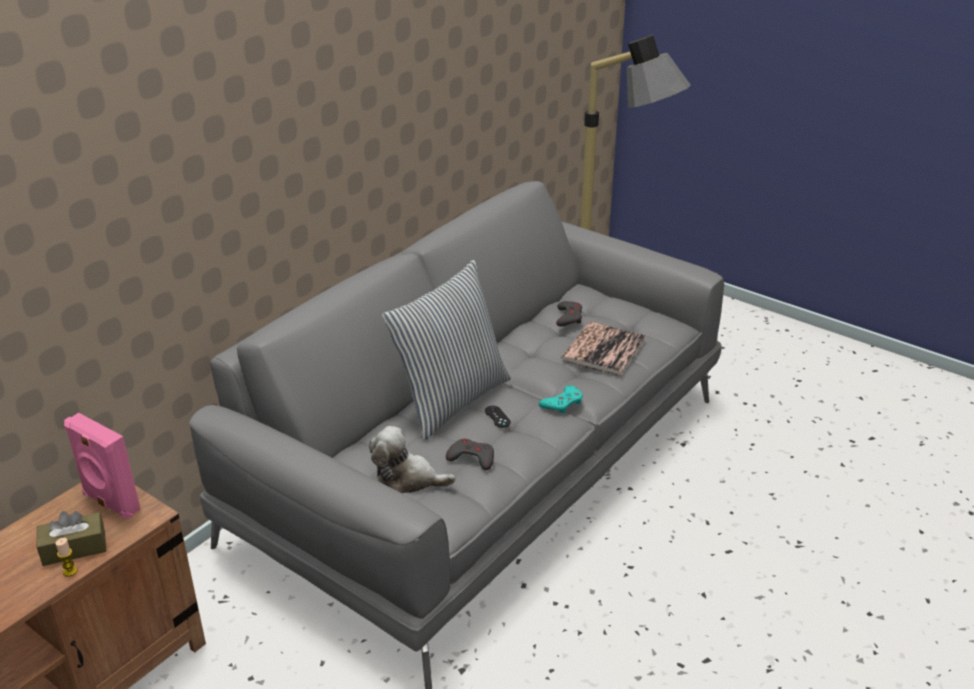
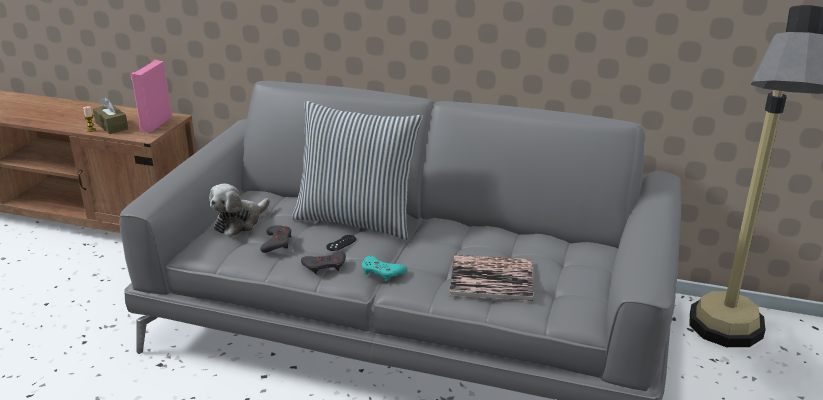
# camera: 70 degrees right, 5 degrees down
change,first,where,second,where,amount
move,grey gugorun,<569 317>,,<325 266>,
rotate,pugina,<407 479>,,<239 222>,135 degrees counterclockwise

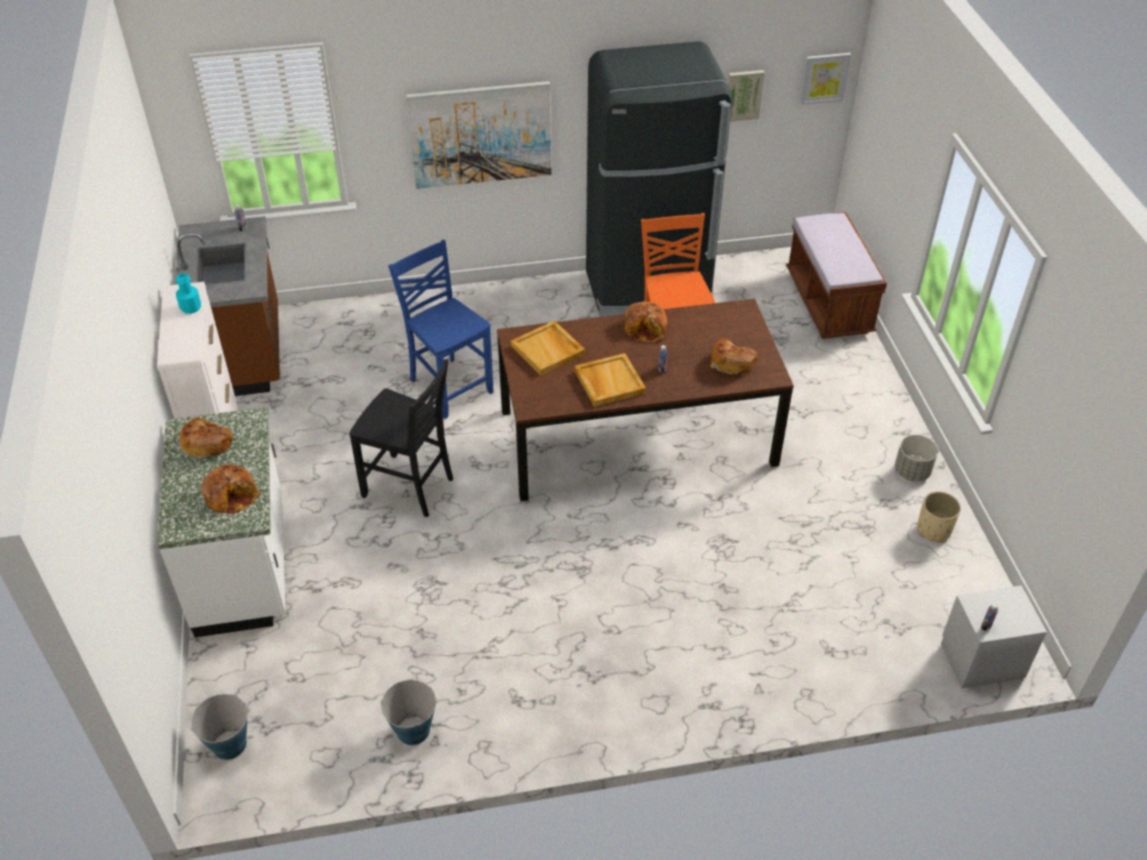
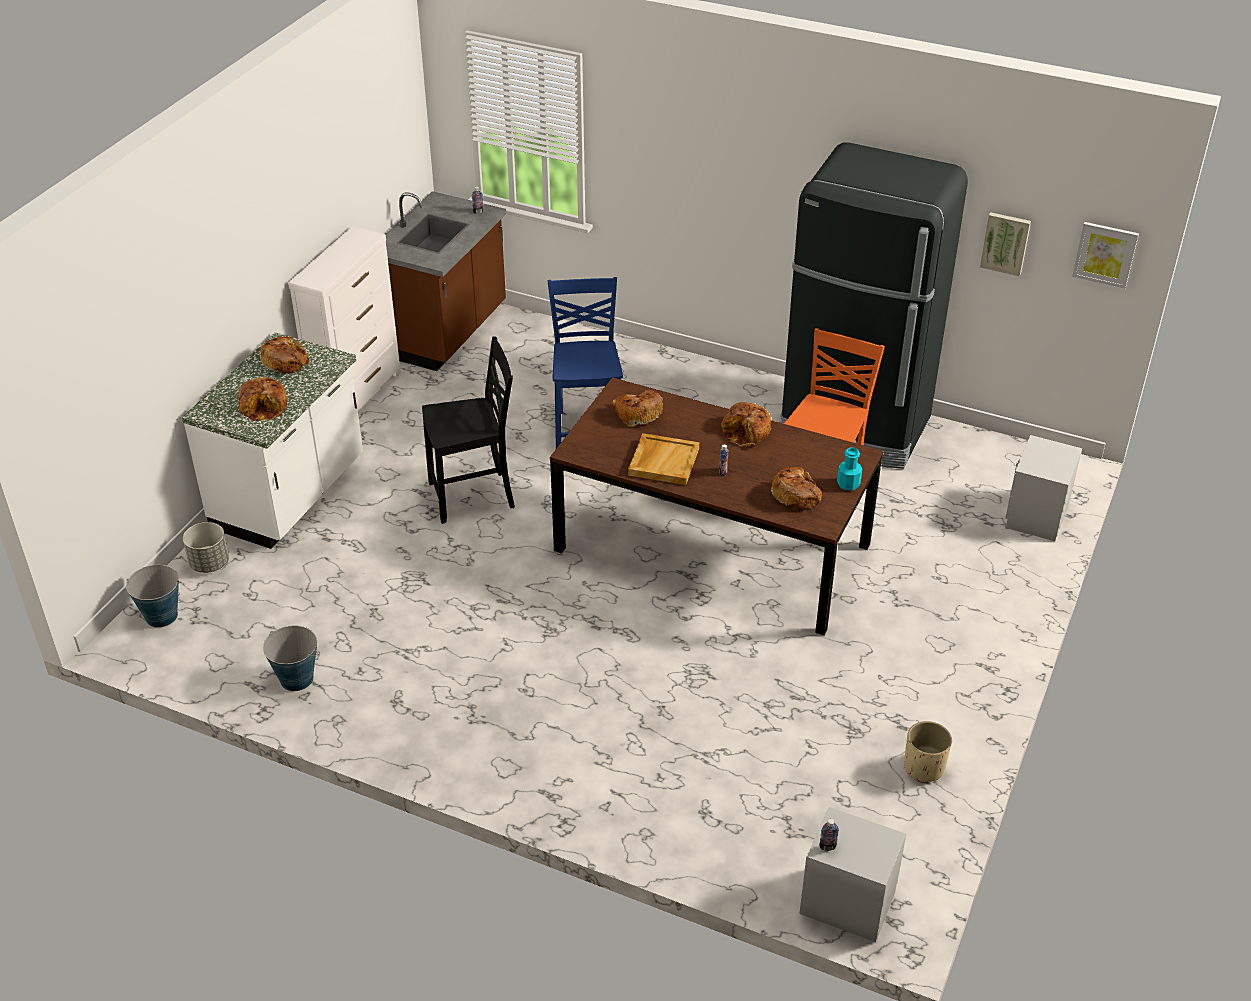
# camera: 35 degrees right, 5 degrees down
change,first,where,second,where,amount
delete,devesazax,<481 134>,,,
replace,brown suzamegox,<828 303>,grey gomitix,<1036 515>,
move,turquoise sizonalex,<191 307>,,<848 484>,
replace,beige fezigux,<548 350>,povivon,<638 413>,
rotate,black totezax,<410 487>,,<474 496>,75 degrees counterclockwise
move,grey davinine,<912 472>,,<210 563>,

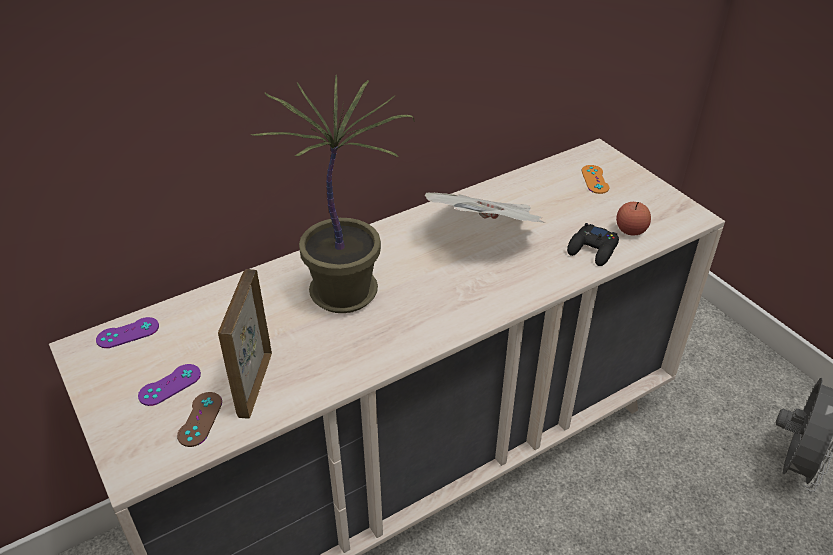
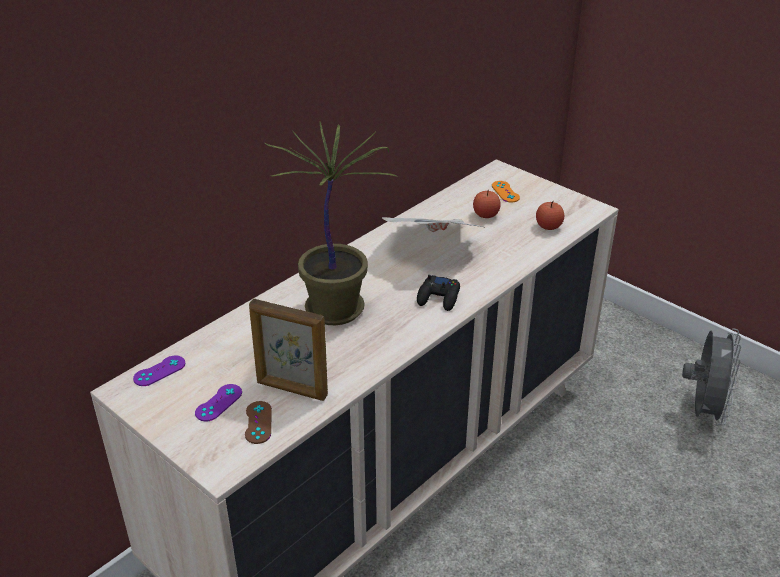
# camera: 15 degrees left, 5 degrees down
change,first,where,second,where,amount
move,black gugorun,<593 250>,,<439 298>,
rotate,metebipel,<254 384>,,<291 389>,60 degrees counterclockwise
insert,,,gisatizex,<486 215>,

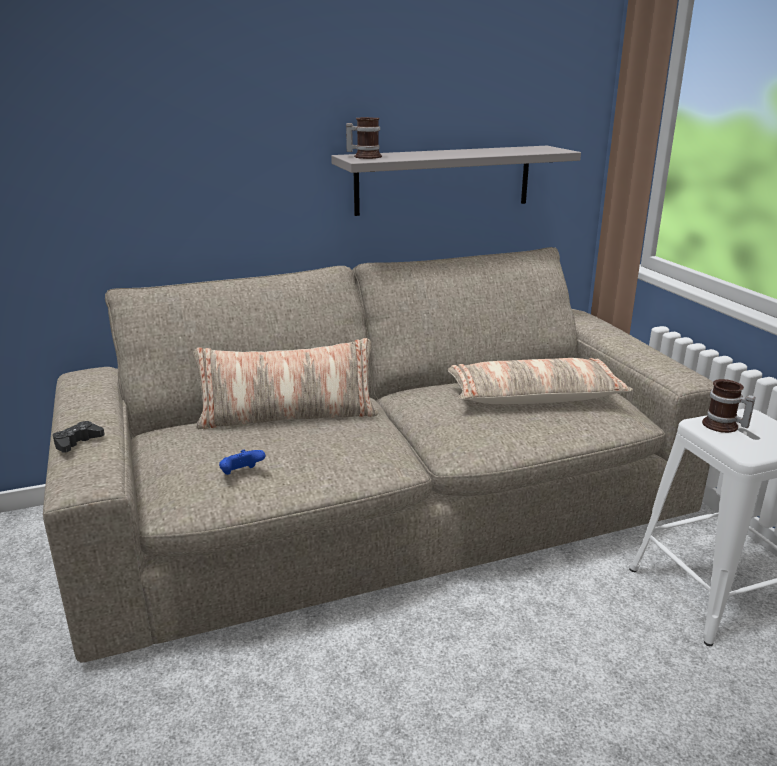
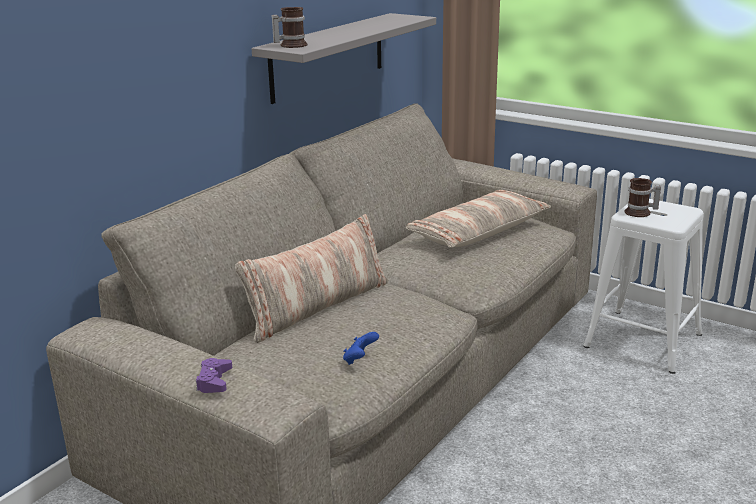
# camera: 35 degrees left, 0 degrees up
change,first,where,second,where,amount
recolor,black gugorun,<77 442>,purple gugorun,<214 381>,

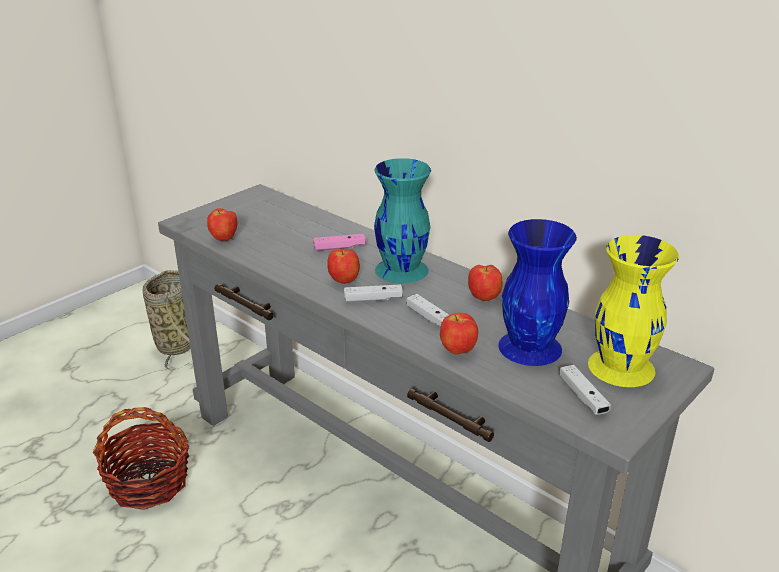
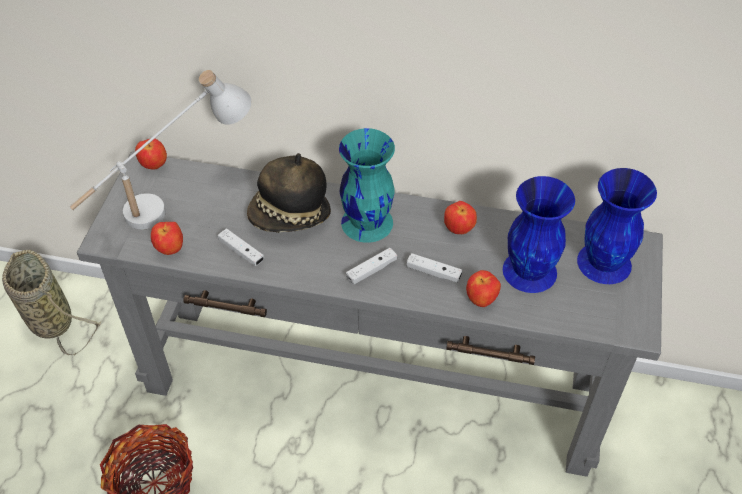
# camera: 30 degrees left, 20 degrees up
change,first,where,second,where,amount
replace,pink gugorun,<339 247>,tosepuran,<290 215>,
recolor,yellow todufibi,<622 367>,blue todufibi,<605 263>,
move,gisatizex,<344 281>,,<154 165>,
move,white gugorun,<582 396>,,<241 252>,
insert,,,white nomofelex,<173 201>,

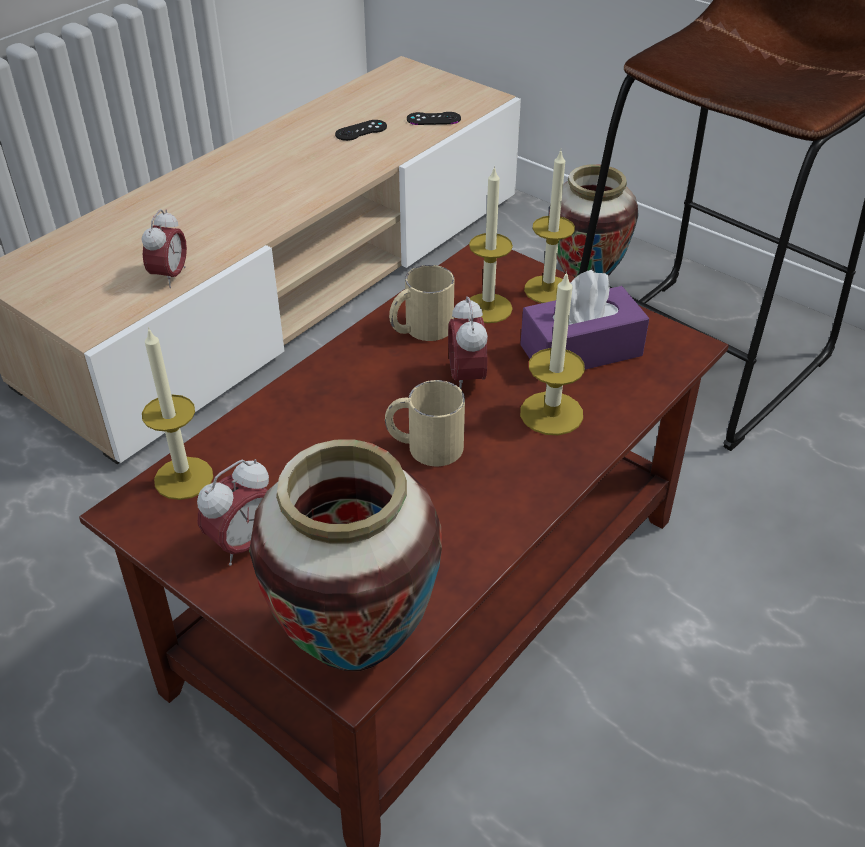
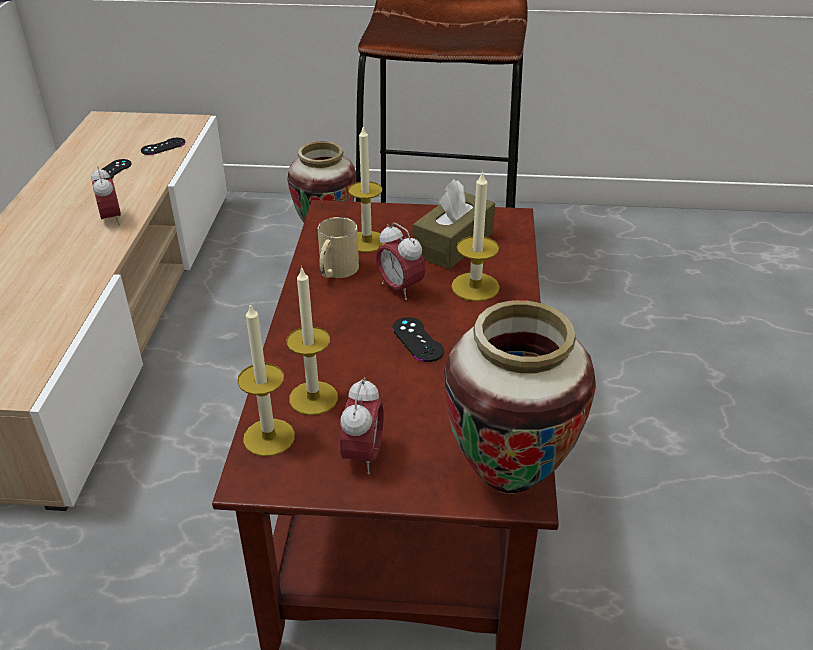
# camera: 35 degrees left, 5 degrees down
change,first,where,second,where,amount
move,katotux,<547 290>,,<313 398>,
move,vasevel,<170 276>,,<111 219>,
recolor,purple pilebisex,<581 350>,brown pilebisex,<453 244>,
replace,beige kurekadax,<424 446>,black gugorun,<417 340>,

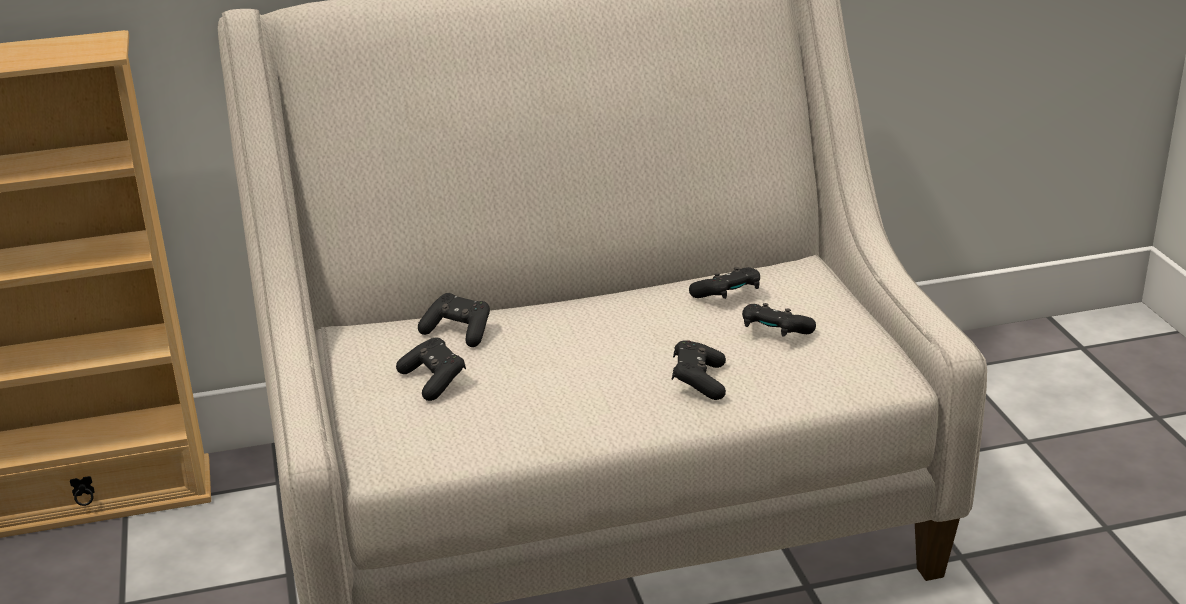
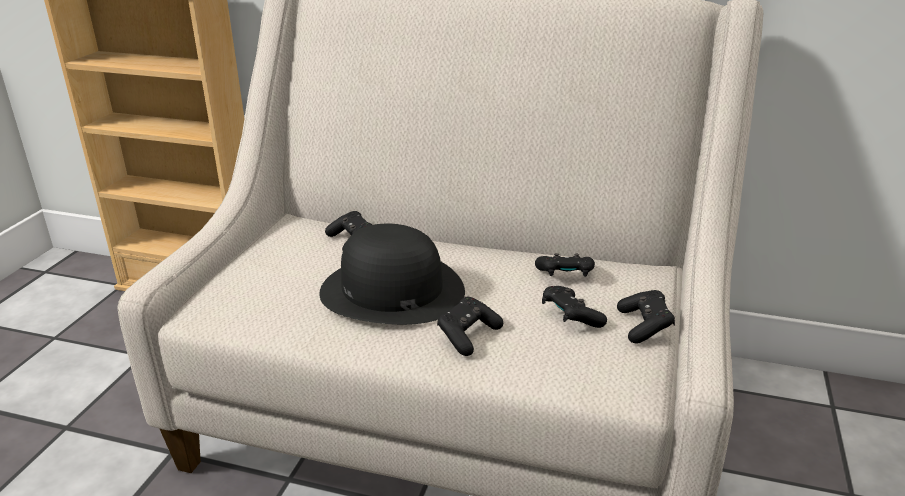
# camera: 30 degrees right, 0 degrees up
change,first,where,second,where,amount
move,black gugorun,<434 380>,,<644 326>,
insert,,,black tosepuran,<391 290>,

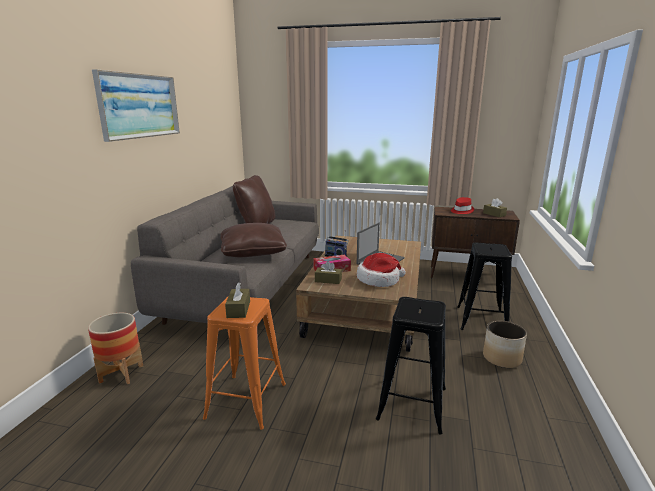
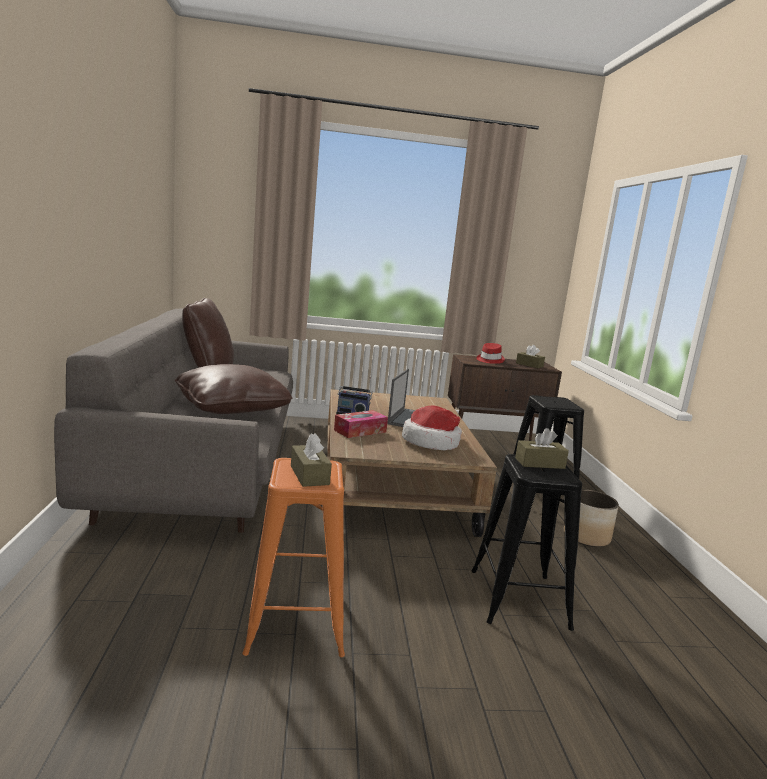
# camera: 20 degrees left, 5 degrees down
change,first,where,second,where,amount
delete,devesazax,<139 106>,,,
move,brown pilebisex,<328 280>,,<539 463>,
delete,davinine,<121 374>,,,

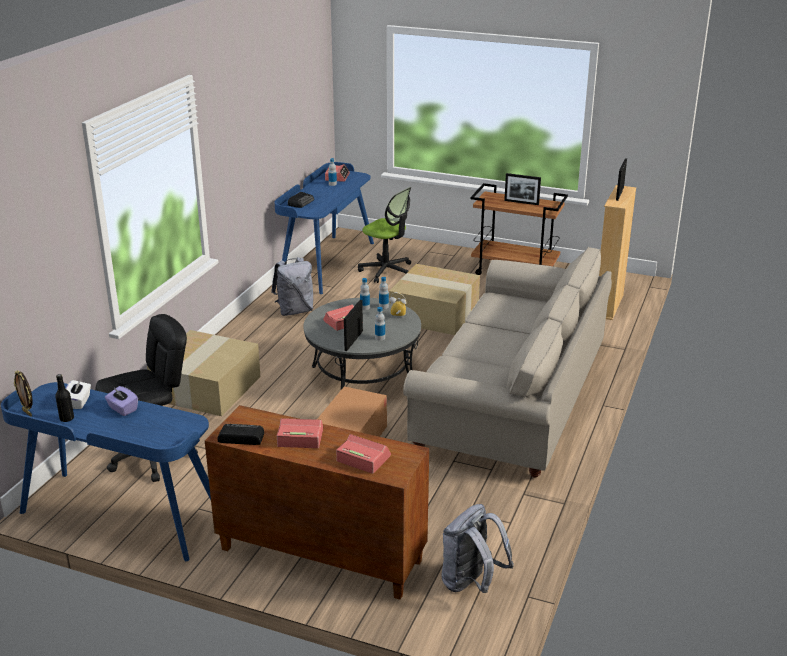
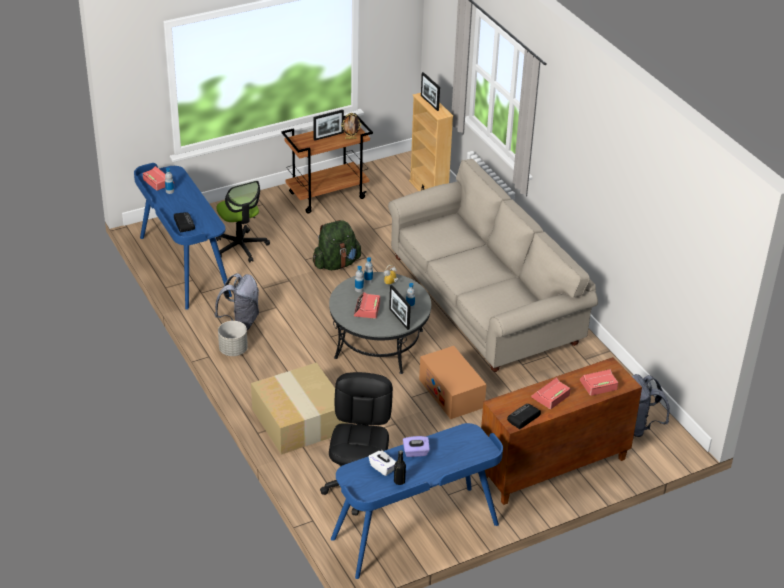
# camera: 50 degrees left, 10 degrees up
change,first,where,second,where,amount
rotate,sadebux,<387 271>,,<240 247>,75 degrees clockwise
replace,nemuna,<436 313>,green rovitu,<336 264>,
move,metebipel,<28 413>,,<351 138>,
insert,,,grey davinine,<233 350>,

